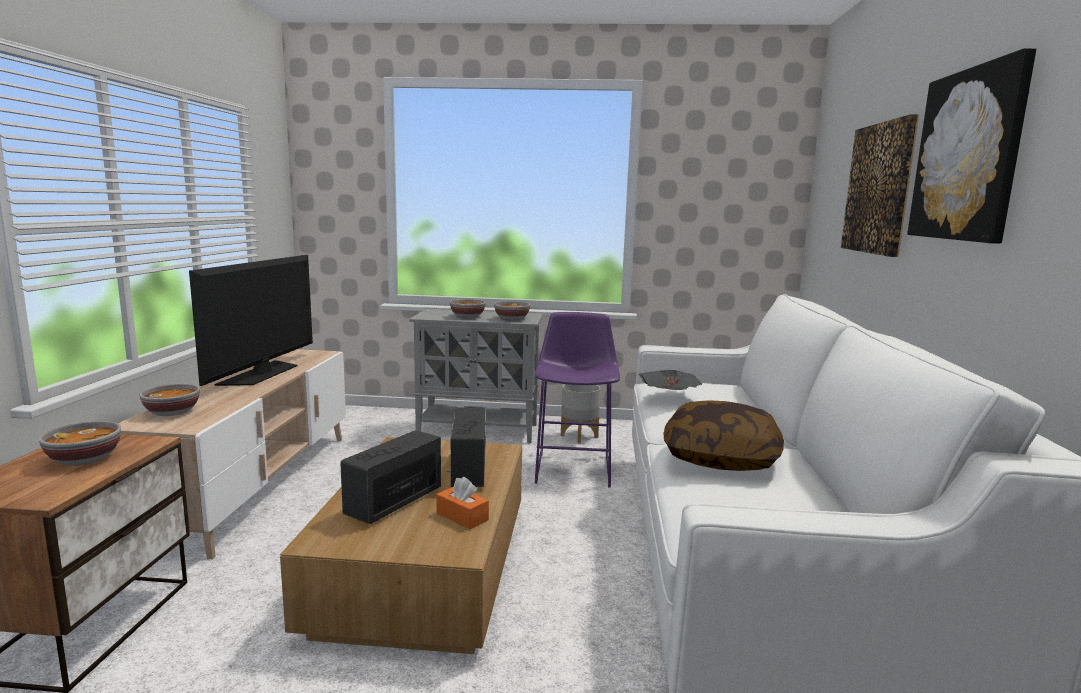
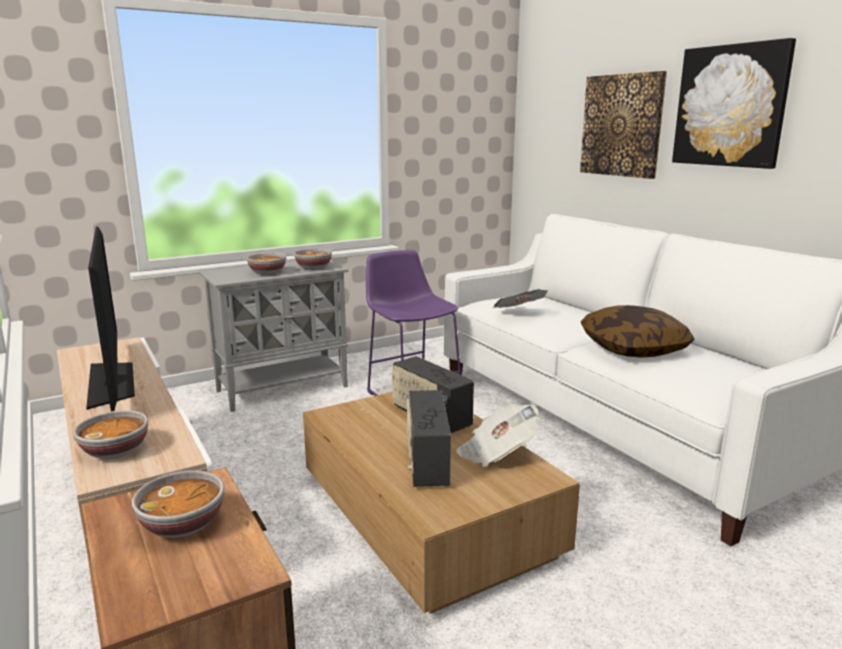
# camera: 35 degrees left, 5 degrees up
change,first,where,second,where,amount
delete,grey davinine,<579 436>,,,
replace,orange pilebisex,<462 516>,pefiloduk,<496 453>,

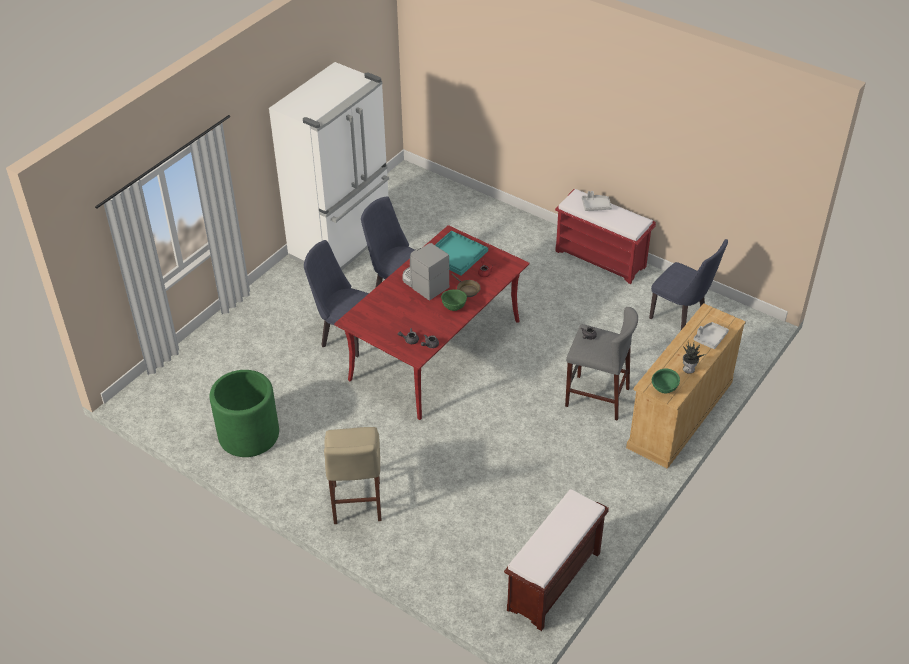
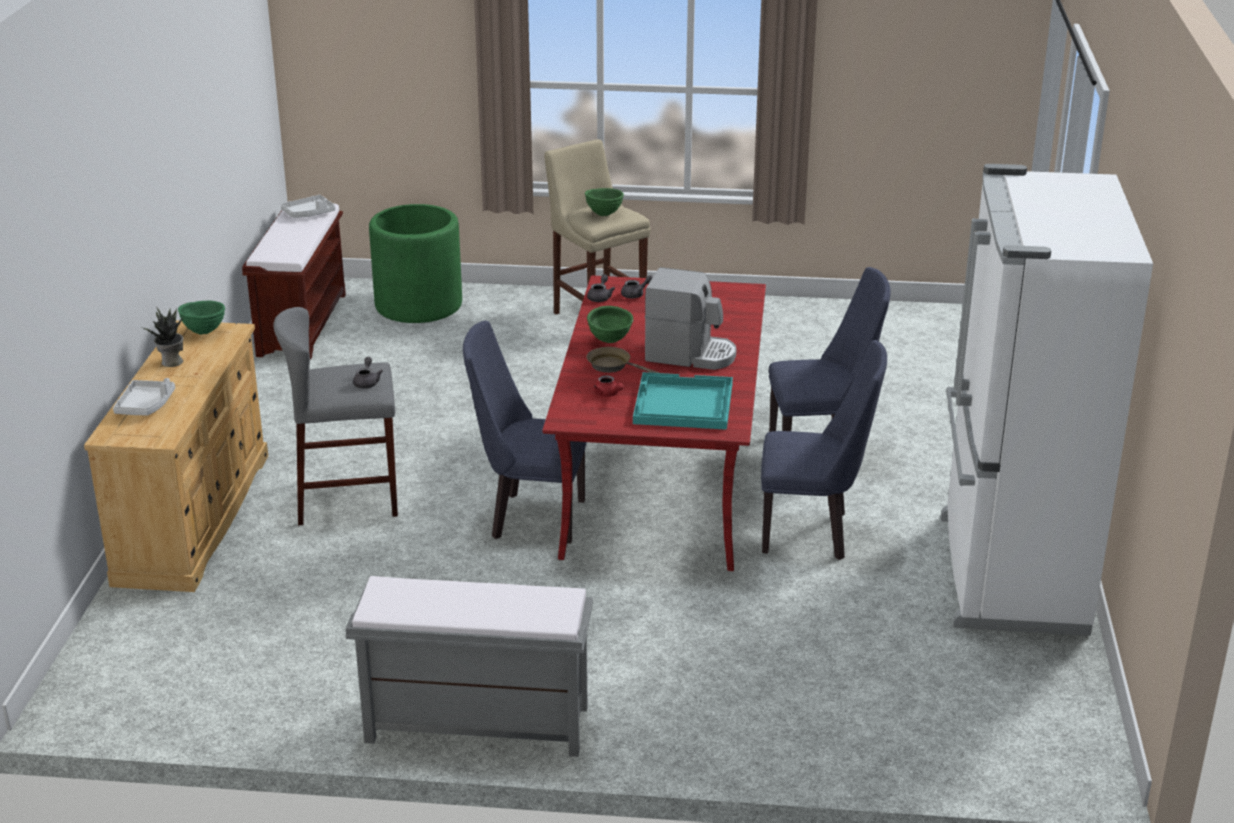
# camera: 150 degrees right, 15 degrees down
change,first,where,second,where,amount
recolor,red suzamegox,<601 259>,grey suzamegox,<475 725>,
move,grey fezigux,<596 206>,,<309 213>,
move,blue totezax,<681 317>,,<529 518>,
move,green davinine,<248 435>,,<418 305>,
insert,,,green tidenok,<604 214>,

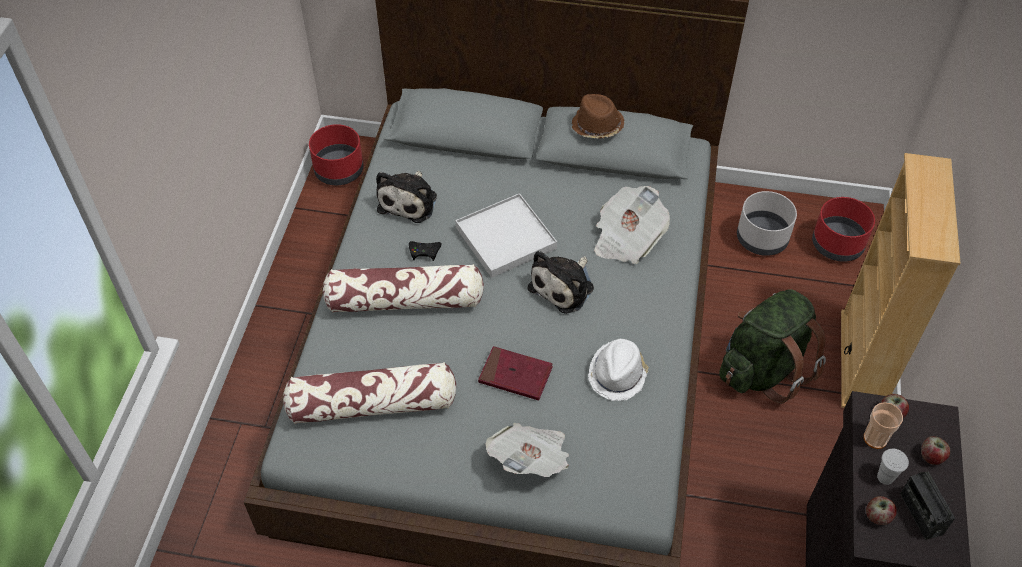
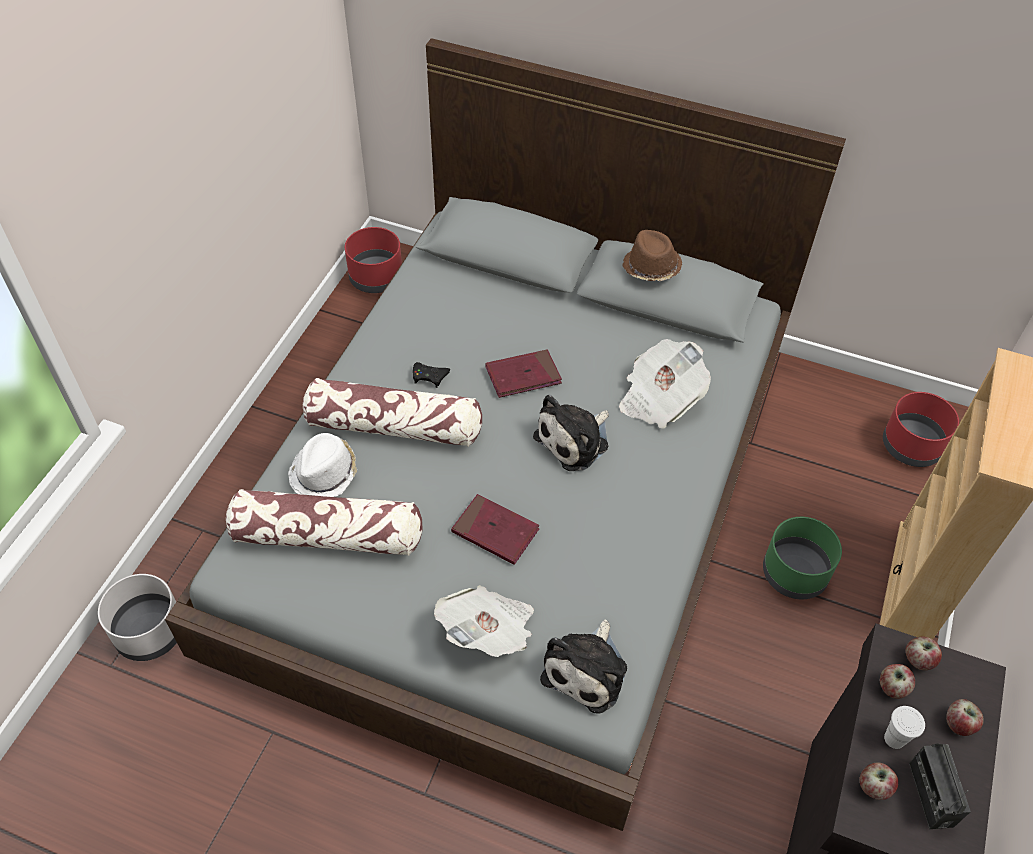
# camera: 10 degrees right, 0 degrees up
change,first,where,second,where,amount
move,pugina,<409 201>,,<587 670>,
move,grey davinine,<762 239>,,<150 633>,
replace,white fezigux,<506 238>,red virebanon,<523 376>,
replace,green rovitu,<763 369>,green davinine,<794 574>,
move,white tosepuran,<618 374>,,<325 473>,
replace,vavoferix,<875 438>,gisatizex,<892 687>,

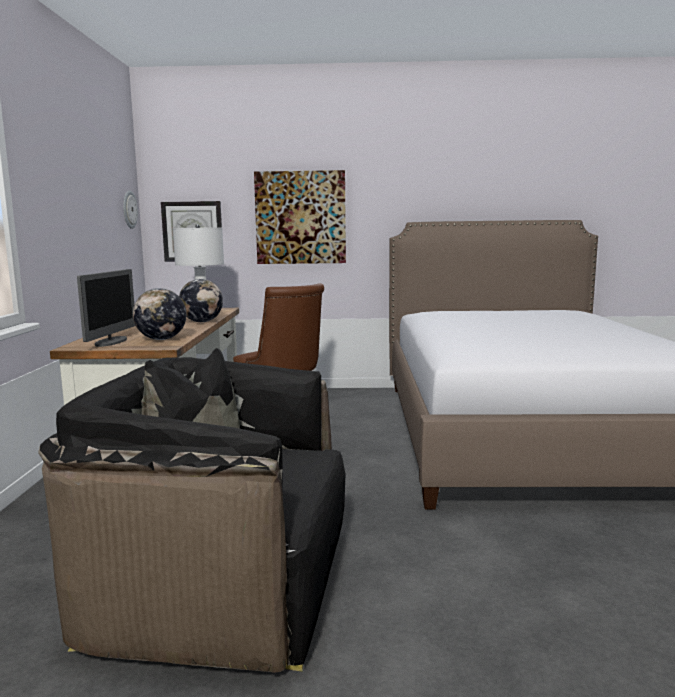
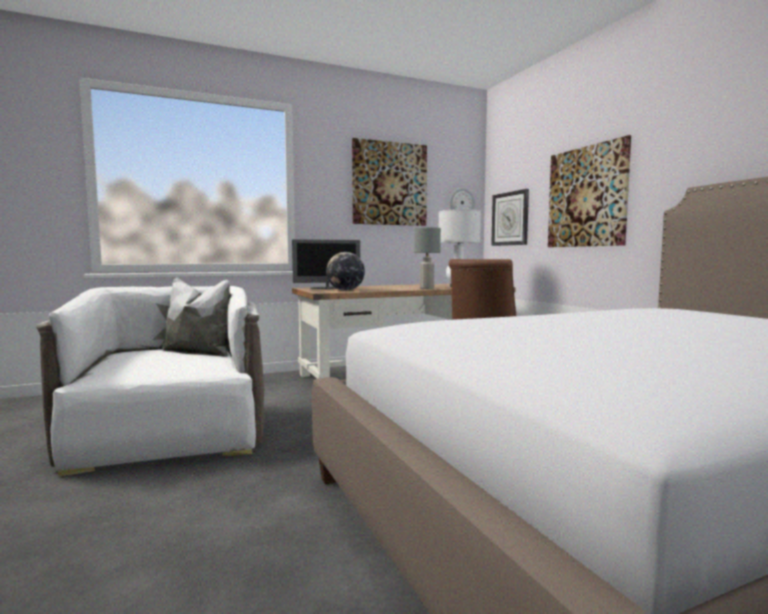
# camera: 65 degrees right, 5 degrees down
change,first,where,second,where,amount
replace,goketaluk,<202 322>,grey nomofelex,<427 288>,
recolor,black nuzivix,<222 583>,white nuzivix,<171 435>,
insert,,,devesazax,<389 184>,

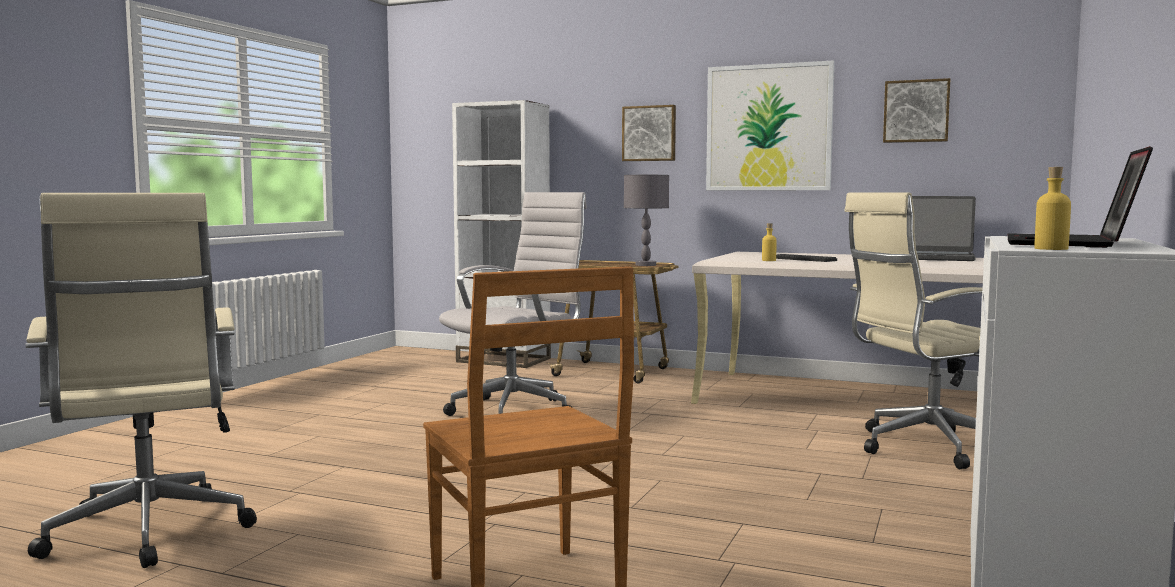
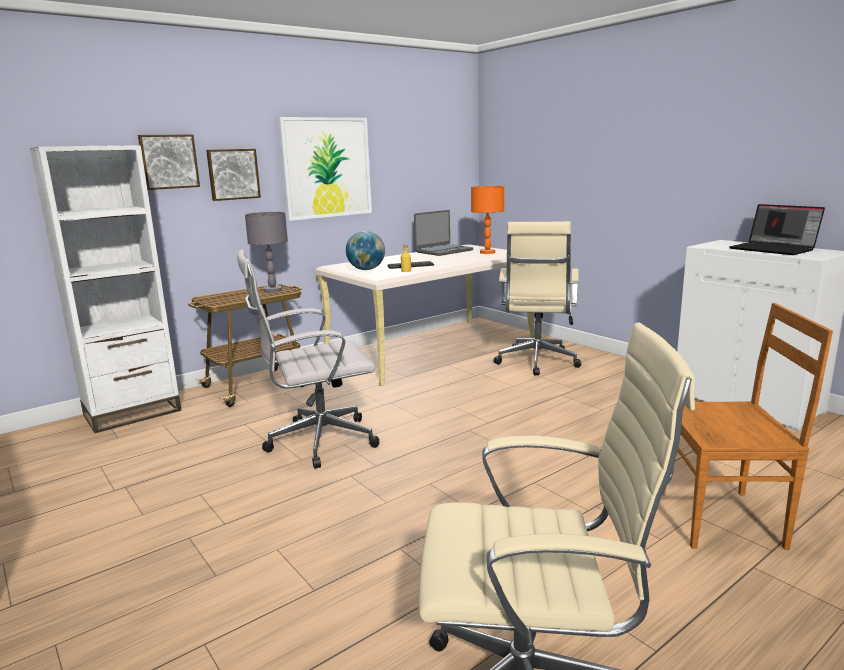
# camera: 60 degrees left, 10 degrees up
change,first,where,second,where,amount
move,devesazax,<916 111>,,<169 161>,
delete,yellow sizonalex,<1051 249>,,,
rotate,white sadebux,<517 410>,,<316 442>,90 degrees counterclockwise
insert,,,orange nomofelex,<487 252>,
insert,,,goketaluk,<366 269>,

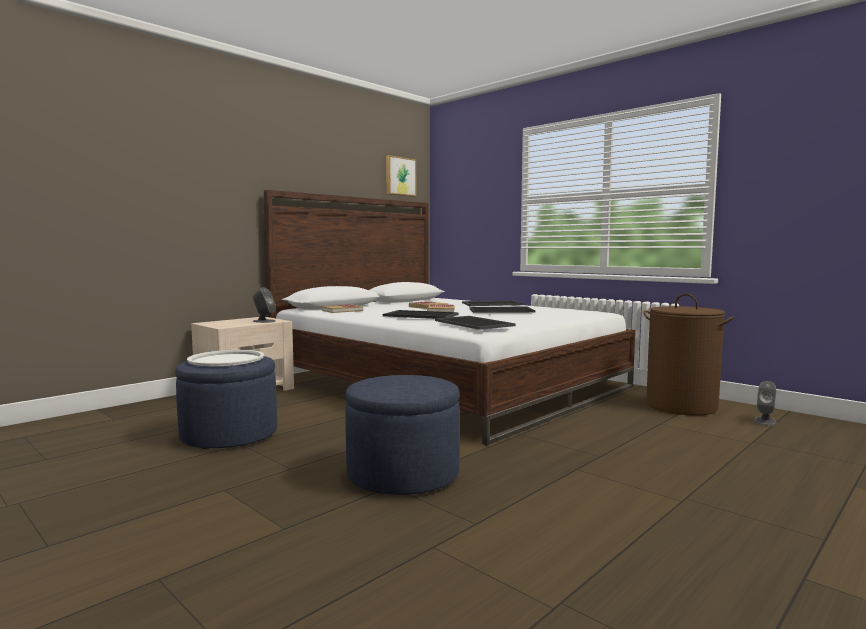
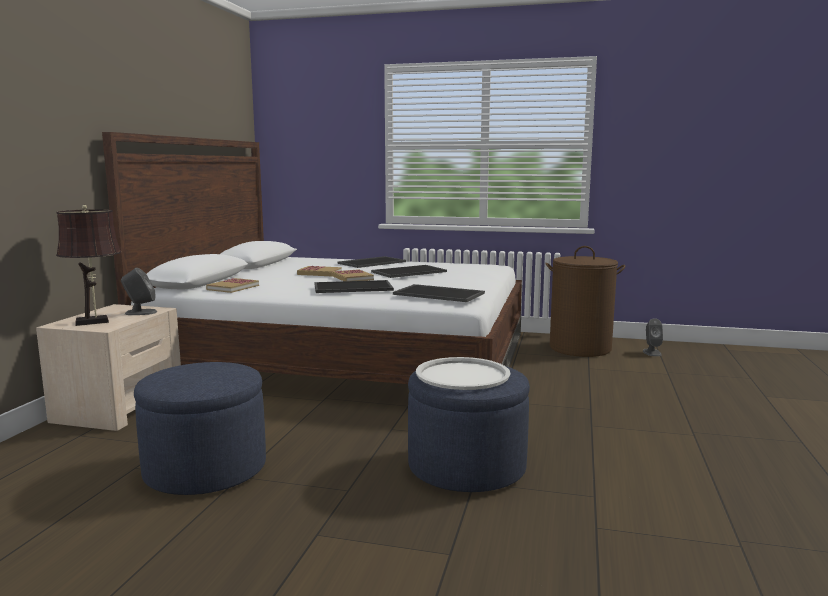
# camera: 30 degrees left, 5 degrees up
change,first,where,second,where,amount
delete,devesazax,<400 176>,,,
move,white fezigux,<226 359>,,<462 375>,
insert,,,brown nomofelex,<96 322>,

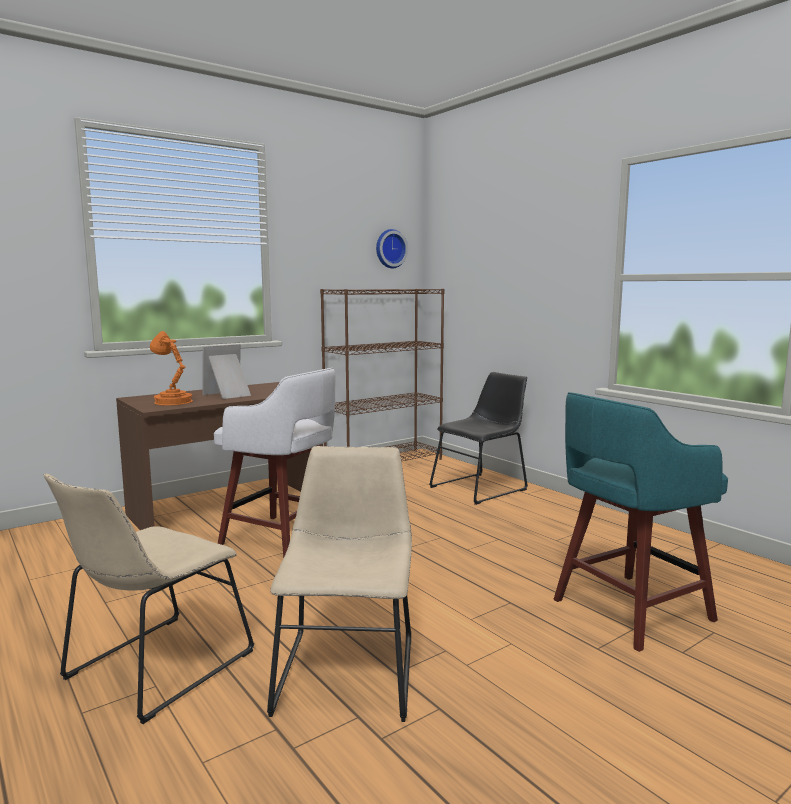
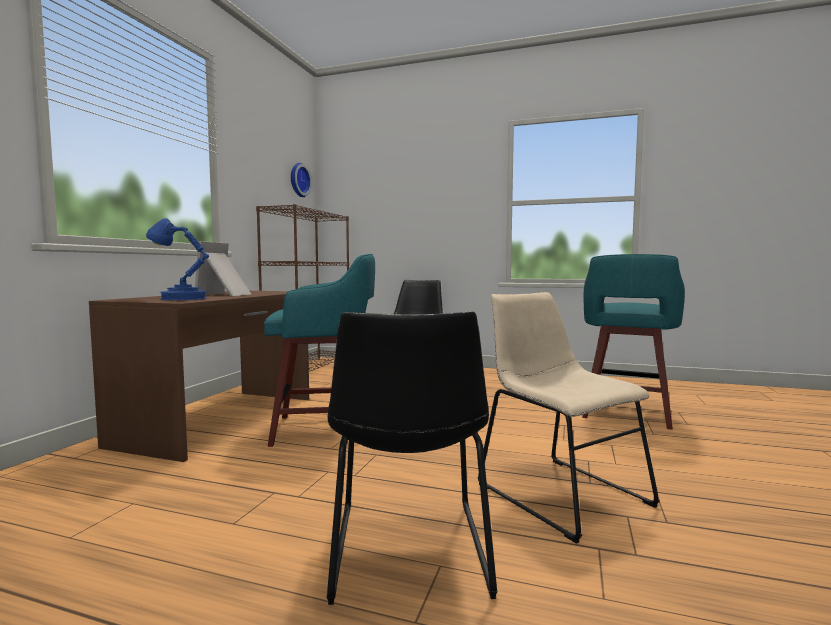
# camera: 35 degrees left, 5 degrees down
change,first,where,second,where,amount
recolor,orange nomofelex,<171 401>,blue nomofelex,<180 298>,
recolor,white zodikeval,<282 539>,turquoise zodikeval,<324 429>,
recolor,beige totezax,<154 668>,black totezax,<409 553>,

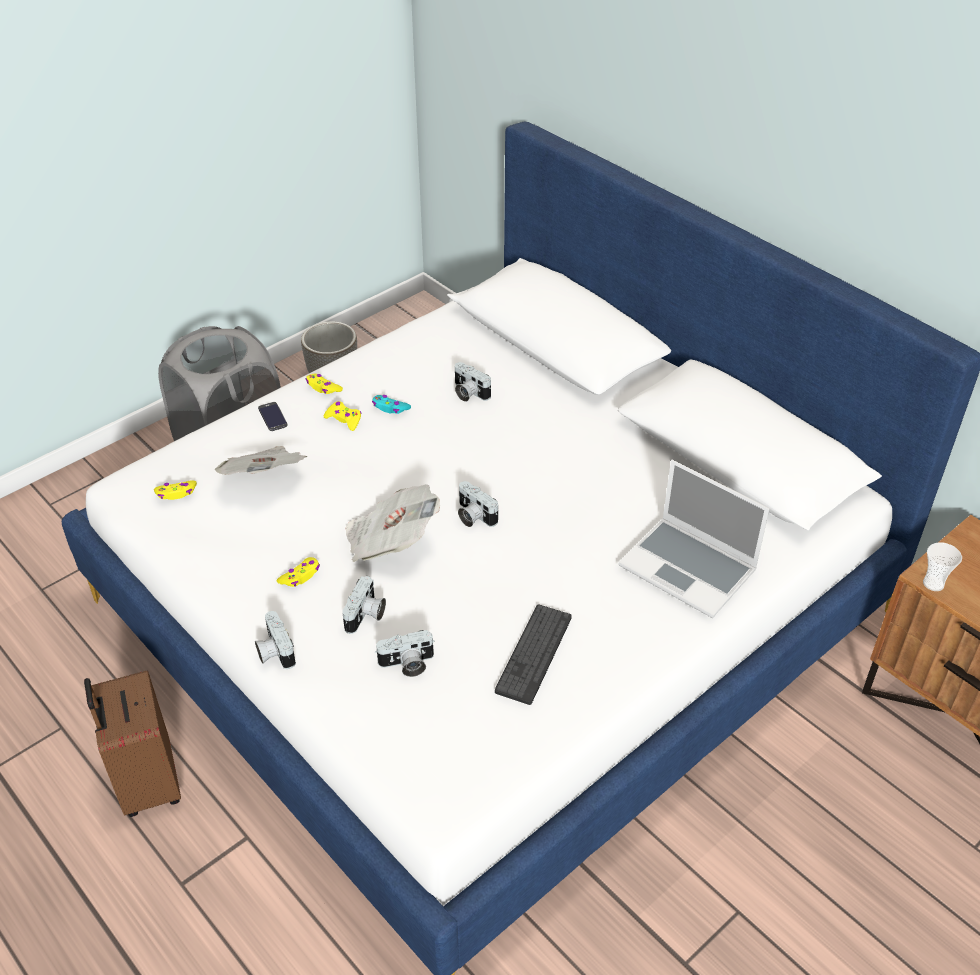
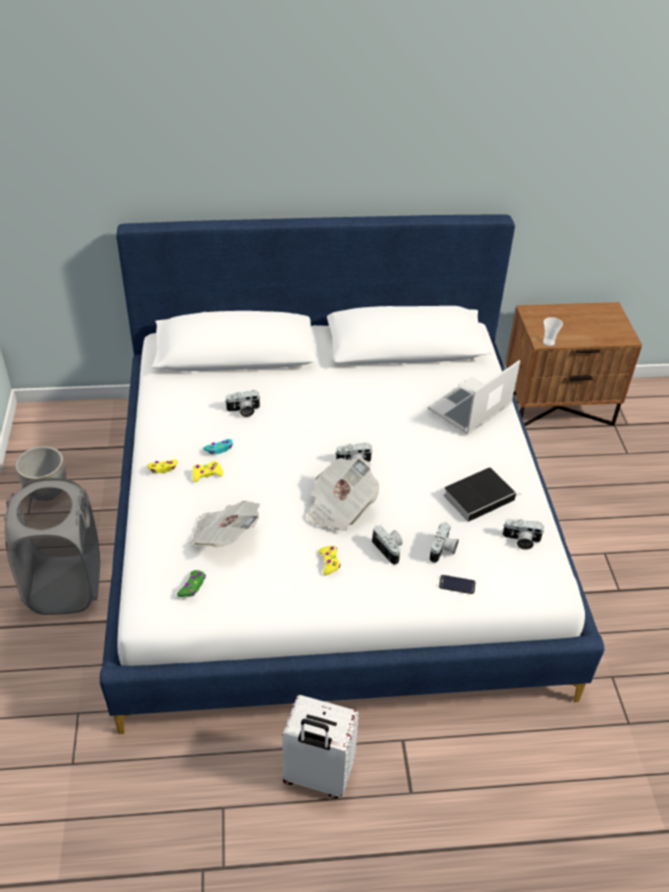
# camera: 55 degrees left, 0 degrees up
change,first,where,second,where,amount
move,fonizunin,<273 417>,,<457 584>,
rotate,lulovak,<689 568>,,<470 408>,150 degrees clockwise
recolor,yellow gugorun,<176 493>,green gugorun,<192 586>,
replace,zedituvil,<534 654>,virebanon,<480 496>,
move,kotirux,<274 651>,,<521 540>,
recolor,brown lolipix,<147 784>,white lolipix,<317 776>,

